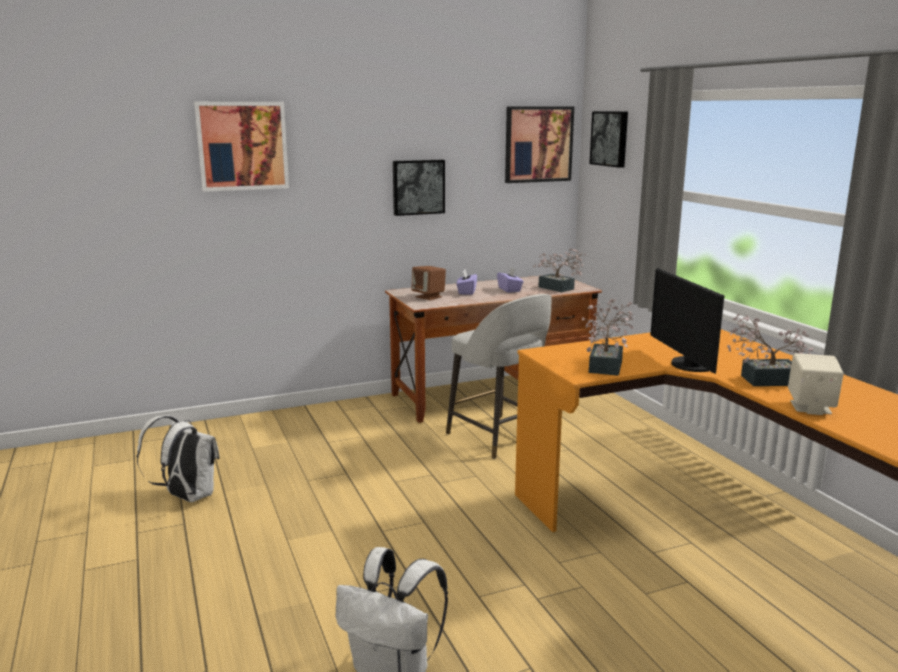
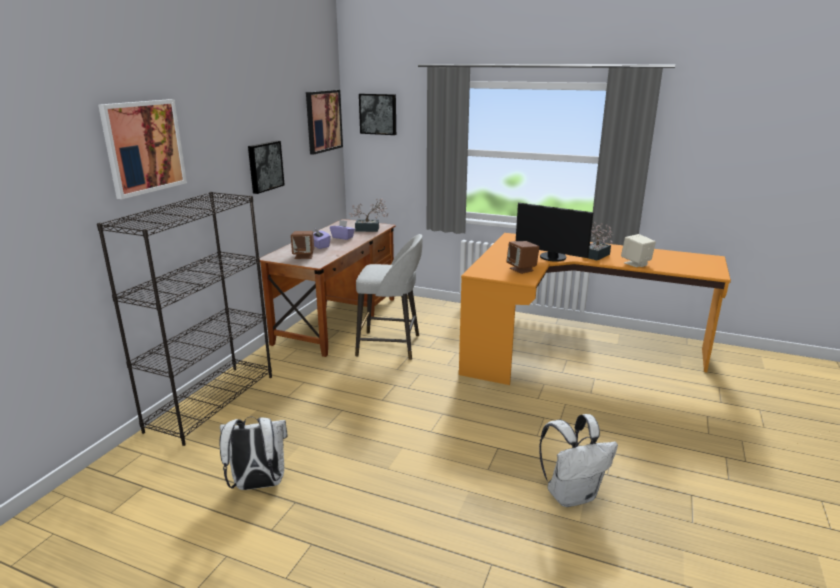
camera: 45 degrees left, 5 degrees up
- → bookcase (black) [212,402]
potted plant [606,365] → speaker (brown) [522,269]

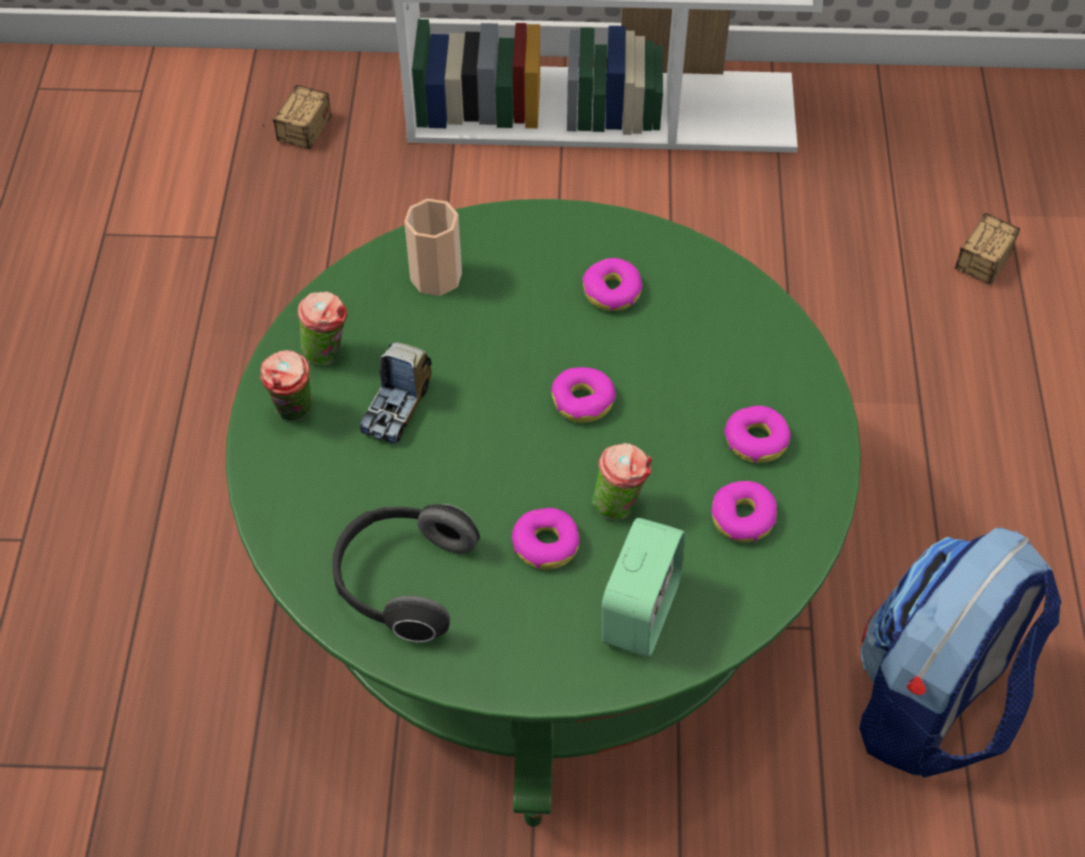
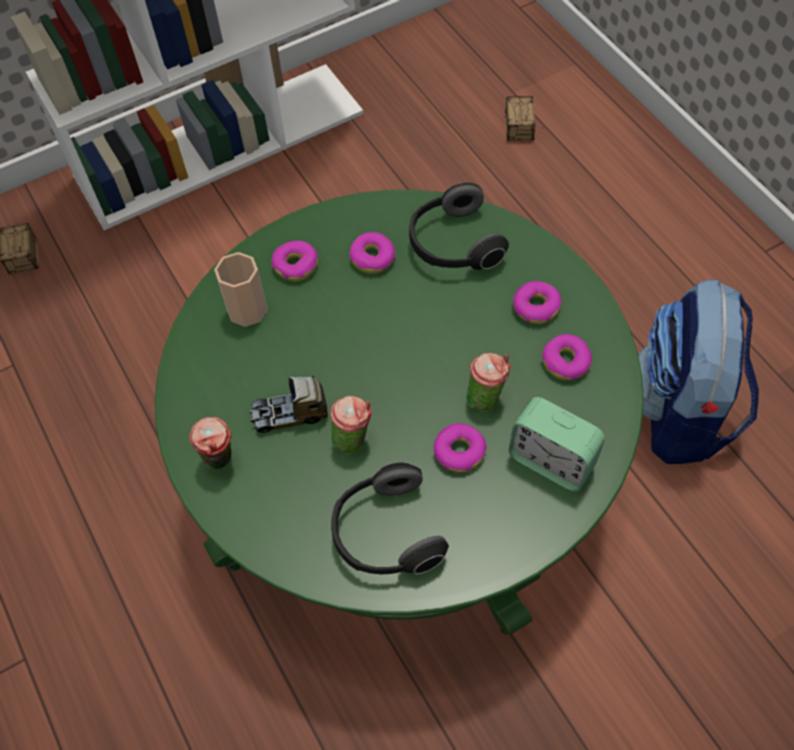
camera: 30 degrees left, 5 degrees up
- → headphones [453,245]
cup [328,354] → cup [353,439], relocated
donut [583,401] → donut [296,265], relocated
toy truck [398,407] → toy truck [290,415], 90 degrees clockwise
alarm clock [640,612] → alarm clock [551,461], 135 degrees clockwise

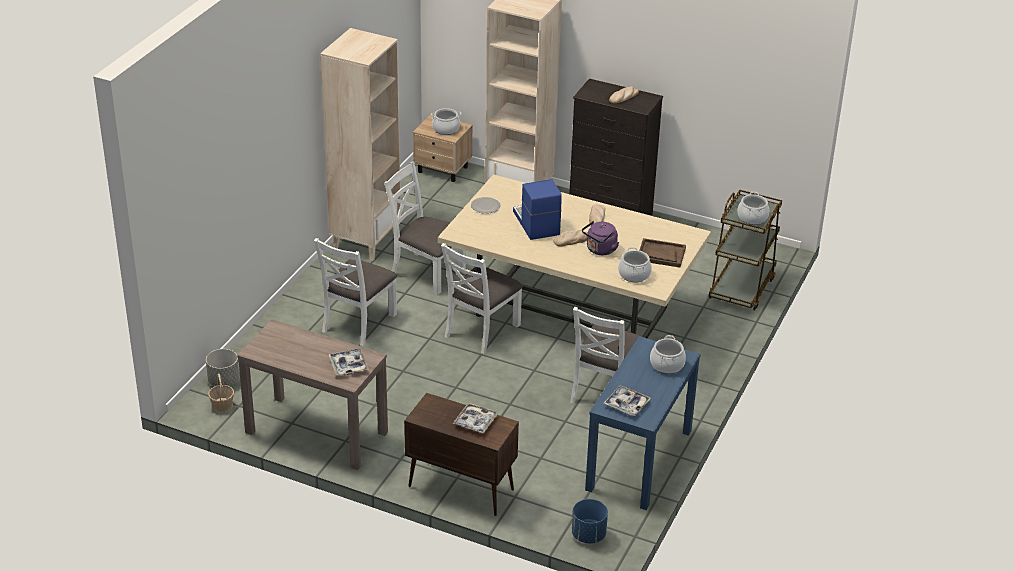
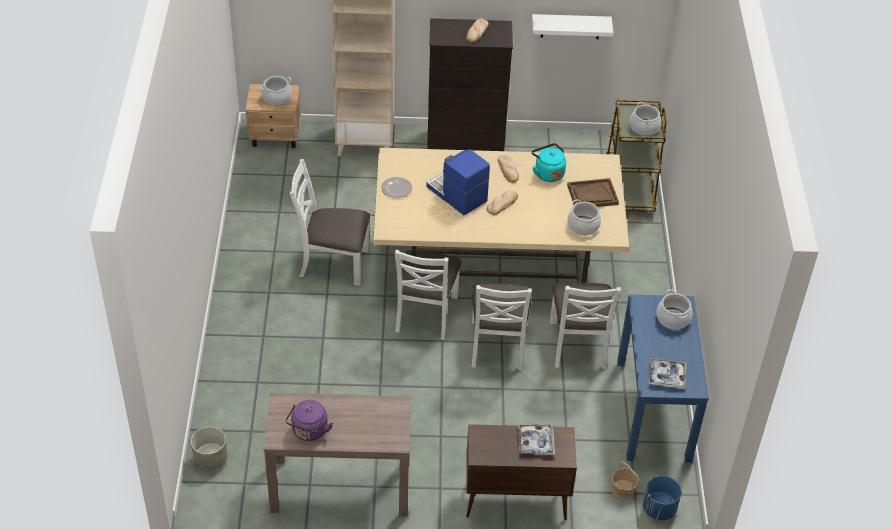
camera: 25 degrees left, 10 degrees up
bookcase (beige) [365,241] → -
tray [348,365] → -
- → kettle (turquoise) [548,173]
- → shelf (white) [570,26]
basket [222,406] → basket [623,489], relocated
chair (white) [358,323] → chair (white) [498,345], relocated
kettle (purple) [600,250] → kettle (purple) [309,432], relocated

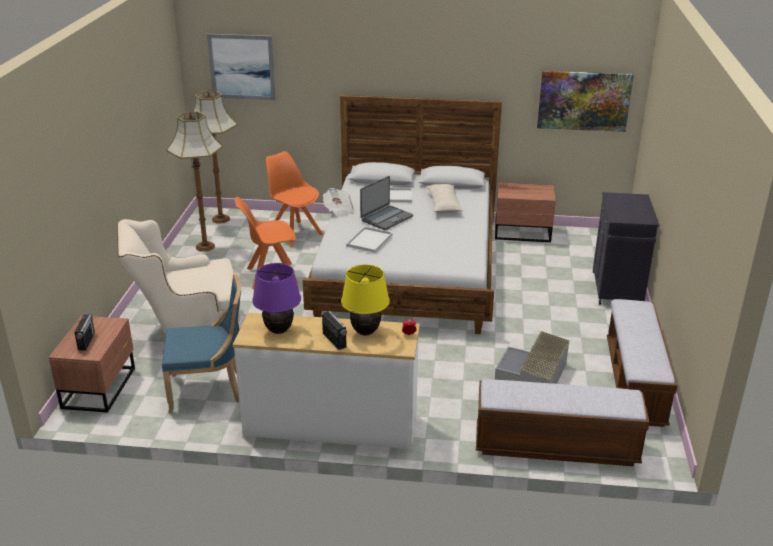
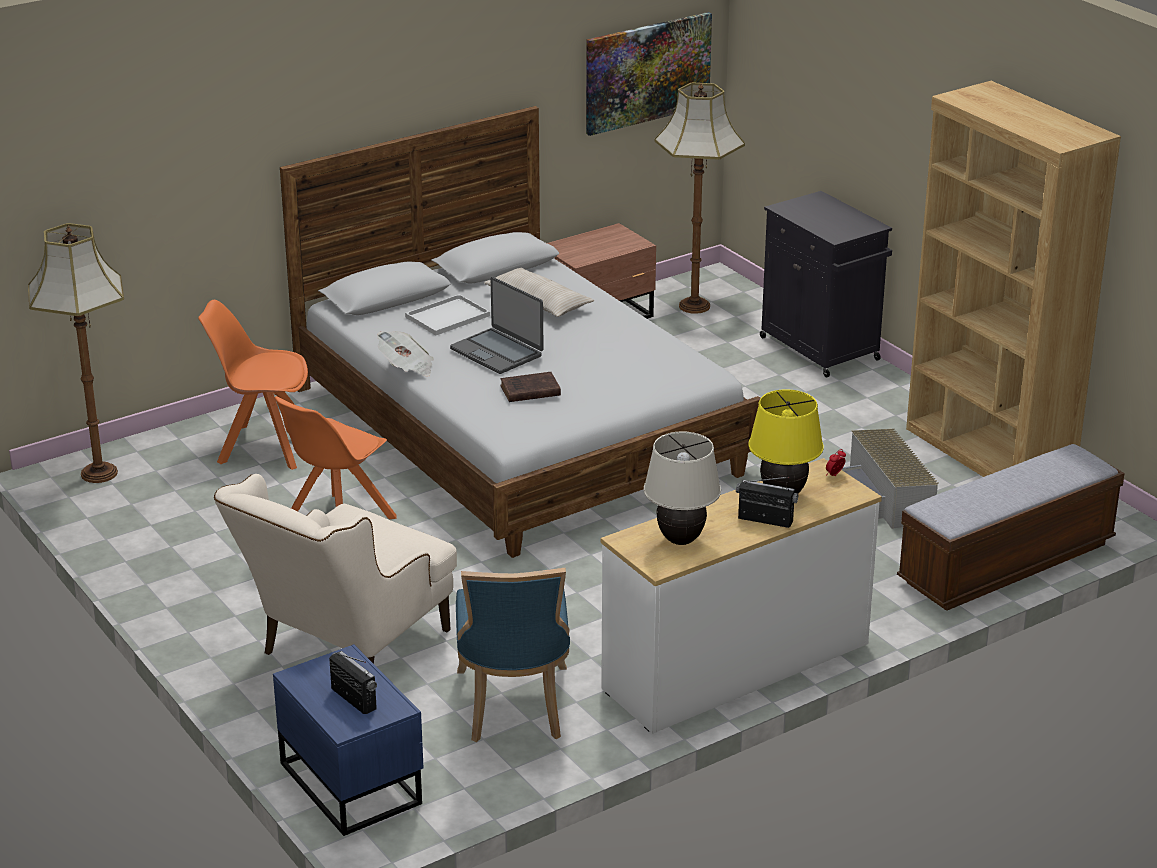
camera: 40 degrees left, 0 degrees up
picture [242,67] → -
floor lamp [206,247] → floor lamp [695,306], relocated
tray (white) [369,240] → book (brown) [528,391]
bench [634,382] → bookcase (brown) [988,454]
nightstand (brown) [101,387] → nightstand (blue) [352,781]
table lamp (purple) [278,330] → table lamp (beige) [680,540]
chair (blue) [209,390] → chair (blue) [514,707], 135 degrees clockwise
laptop [386,218] → laptop [497,352], 135 degrees clockwise

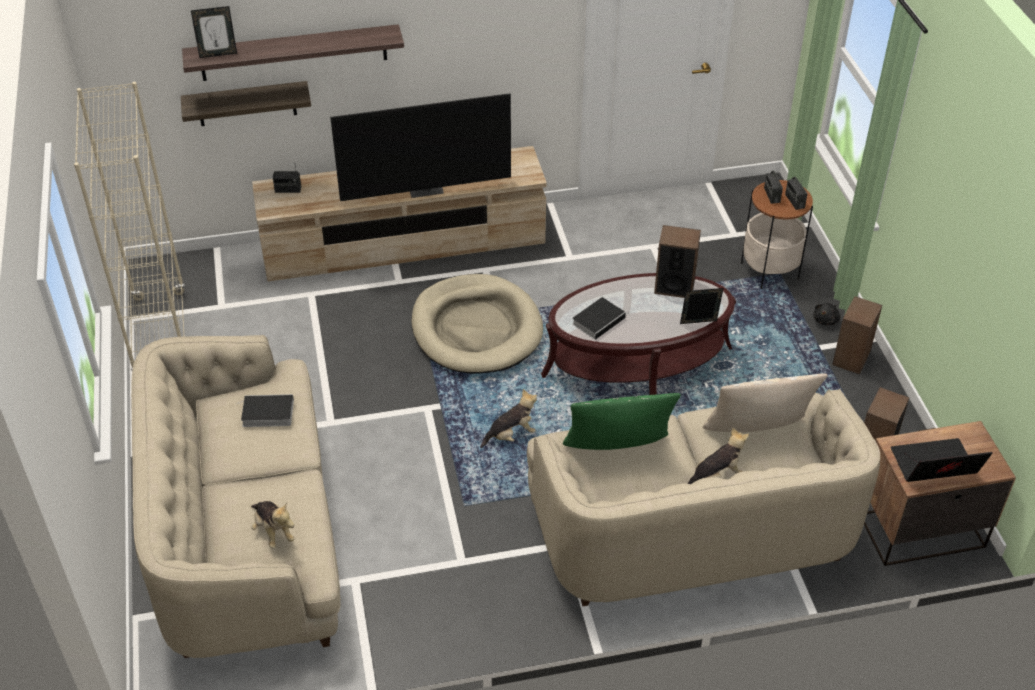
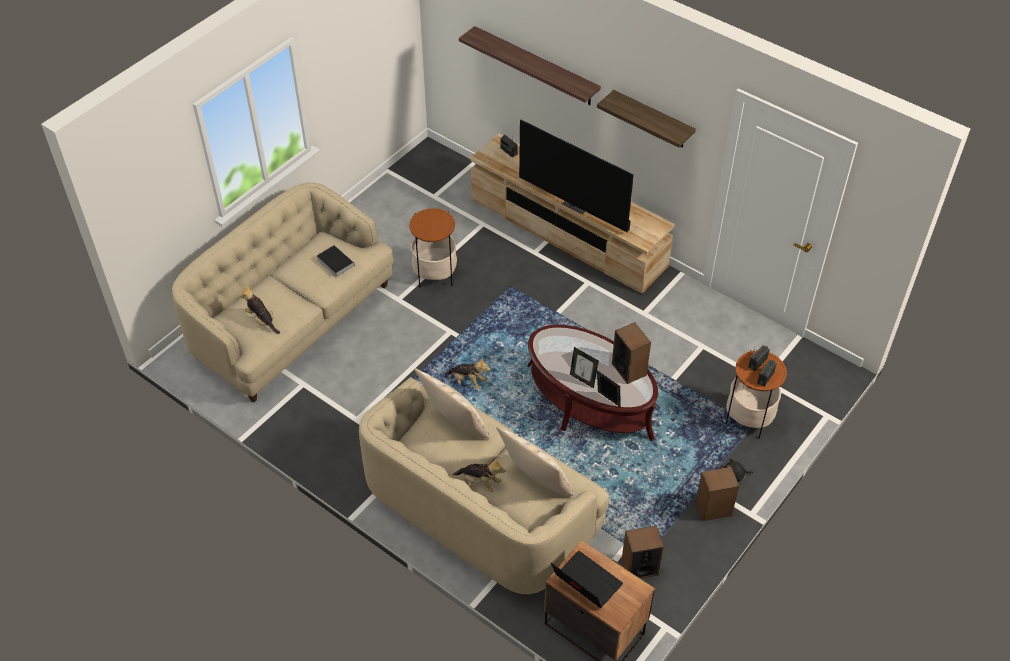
camera: 50 degrees right, 5 degrees up
bookcase (beige) [160,334] → -
dog bed (beige) [476,329] → -
book [599,320] → -
- → side table [435,274]
shelf [246,104] → shelf [652,120], relocated
picture frame [218,54] → picture frame [583,379], relocated
pillow (green) [617,450] → pillow (beige) [455,423]
plush toy [273,531] → plush toy [262,320], 120 degrees clockwise

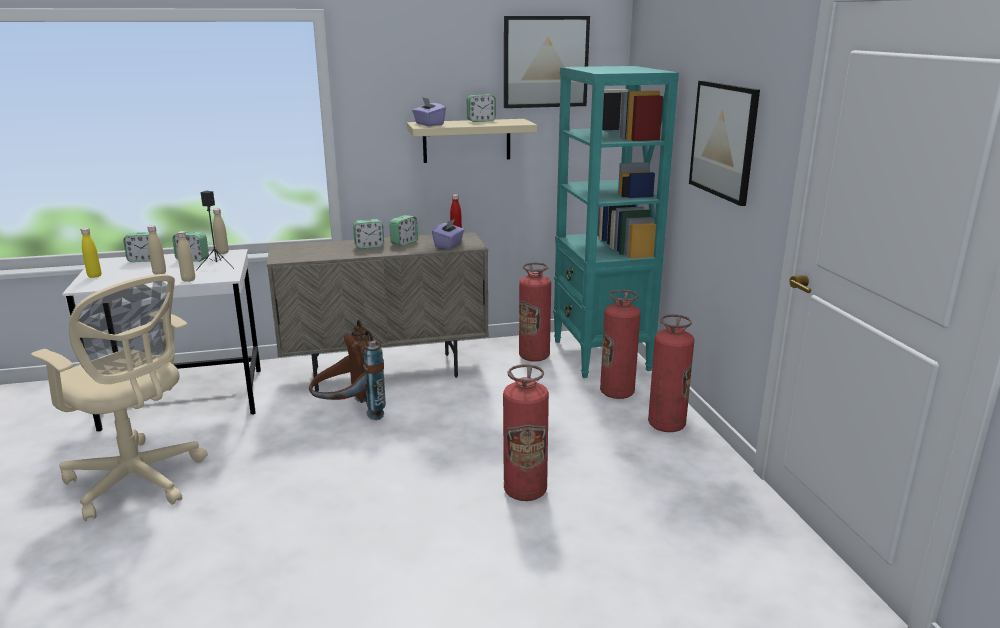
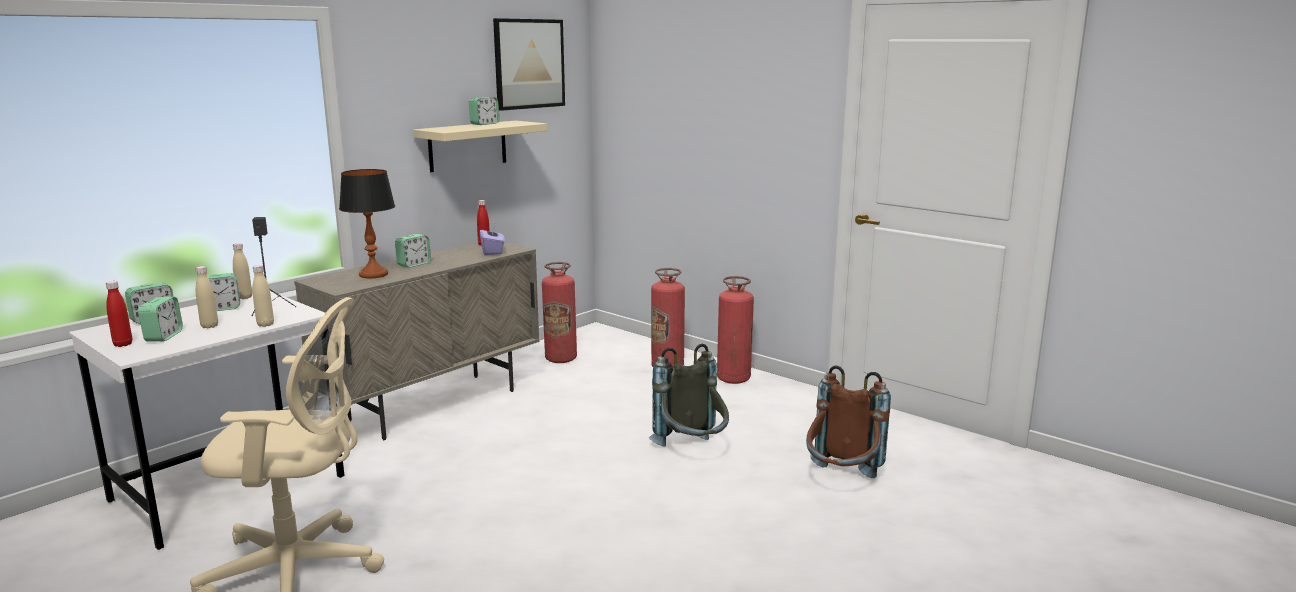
camera: 35 degrees left, 5 degrees down
tissue box (purple) [429,124] → -
bookcase (turquoise) [601,356] → -
picture [723,140] → -
- → table lamp [374,274]
backpack (brown) [349,414] → backpack (brown) [841,481], relocated
alarm clock [404,242] → alarm clock [163,336], relocated
fire extinguisher [525,491] → backpack (grey) [692,451]
bottle (yellow) [94,276] → bottle (red) [123,344]

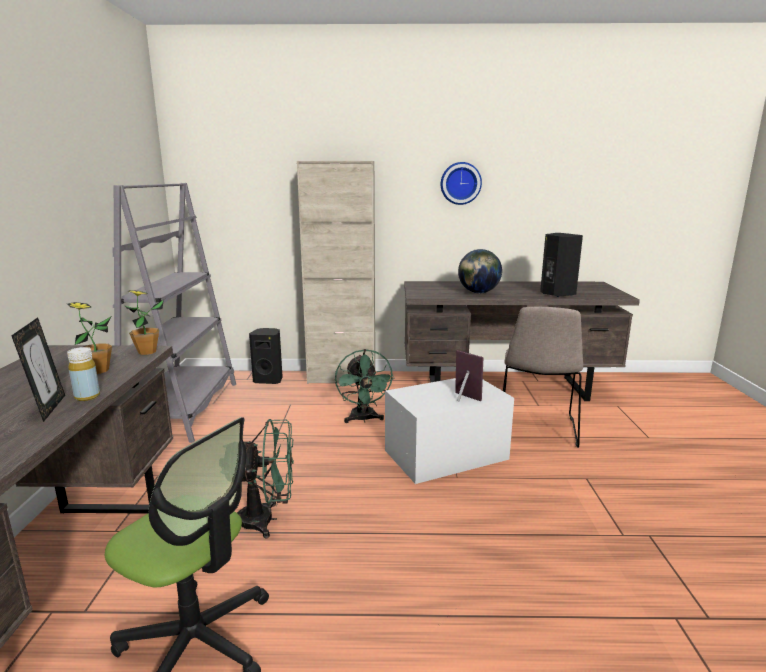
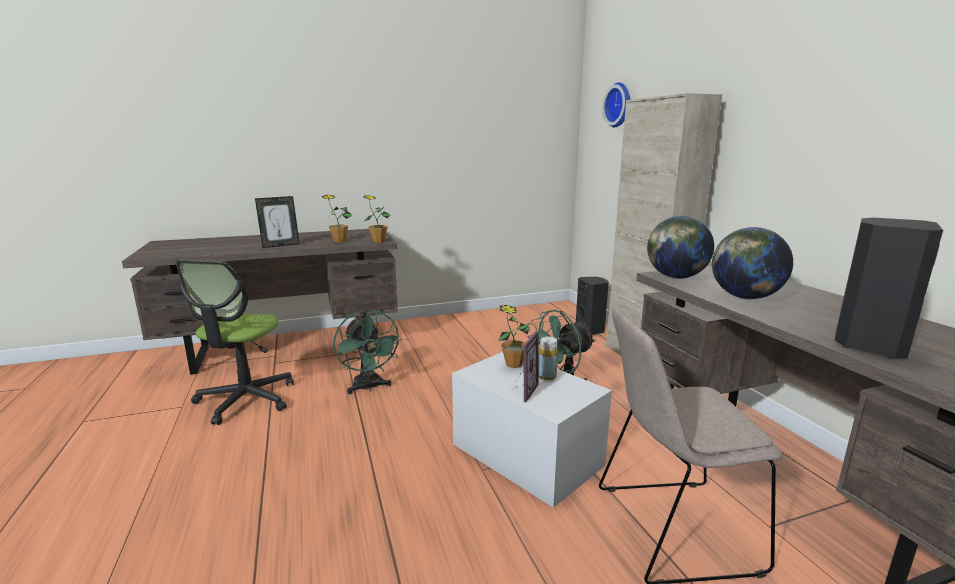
camera: 70 degrees right, 0 degrees up
bookcase (grey) [183,410] → -
- → potted plant [514,364]
- → globe [676,277]
bottle (yellow) [87,397] → bottle (yellow) [547,376], relocated
wall clock [460,183] → wall clock [619,105], relocated

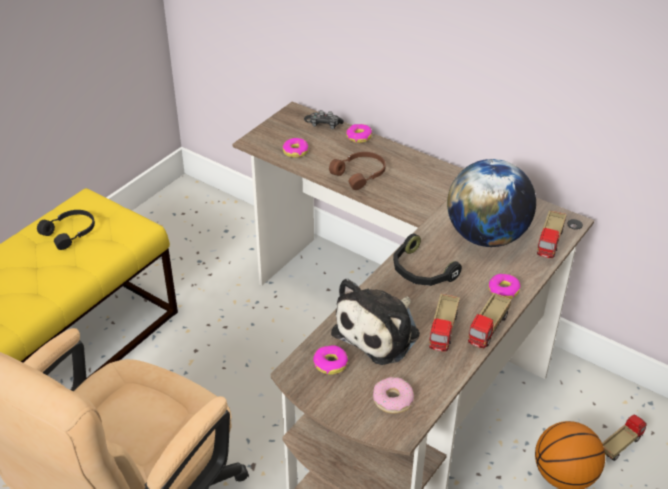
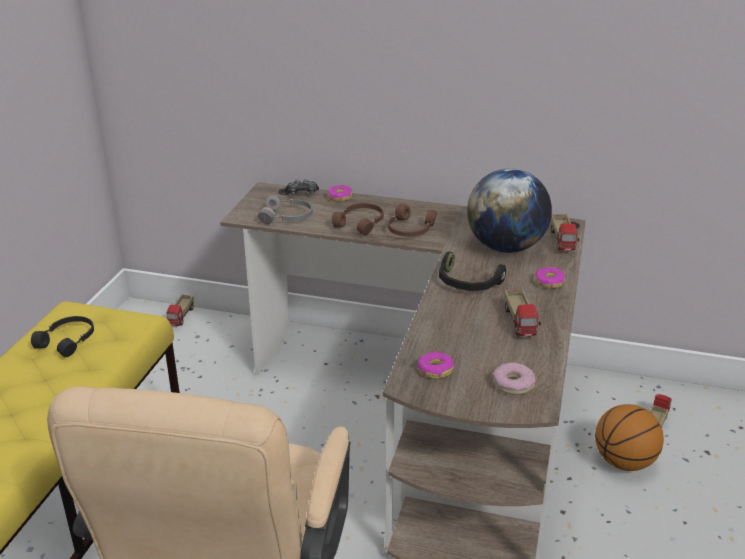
camera: 20 degrees left, 10 degrees down
plush toy [380,332] → -
- → headphones (brown) [409,230]
toy truck [488,329] → toy truck [182,317], relocated
donut [295,151] → headphones (grey) [287,217]

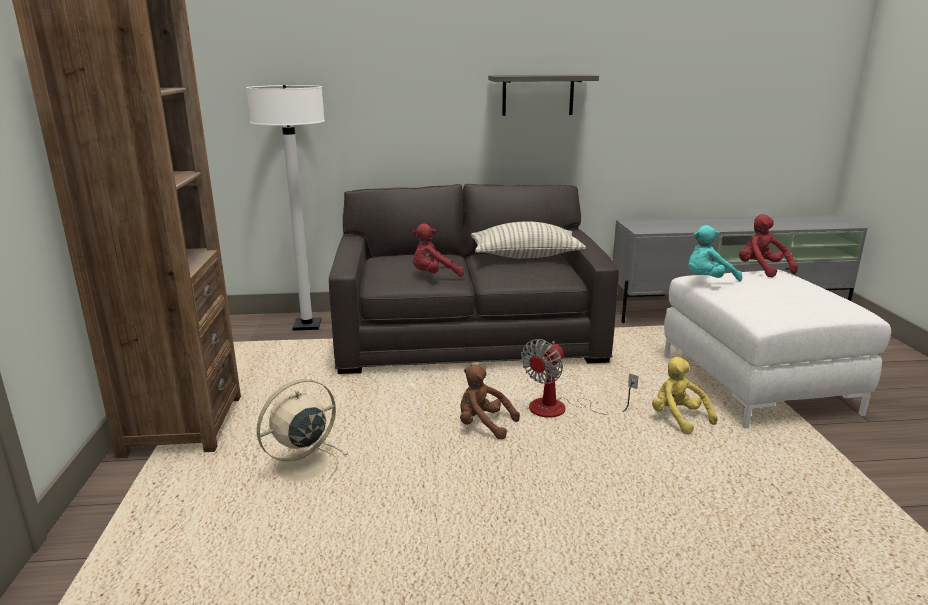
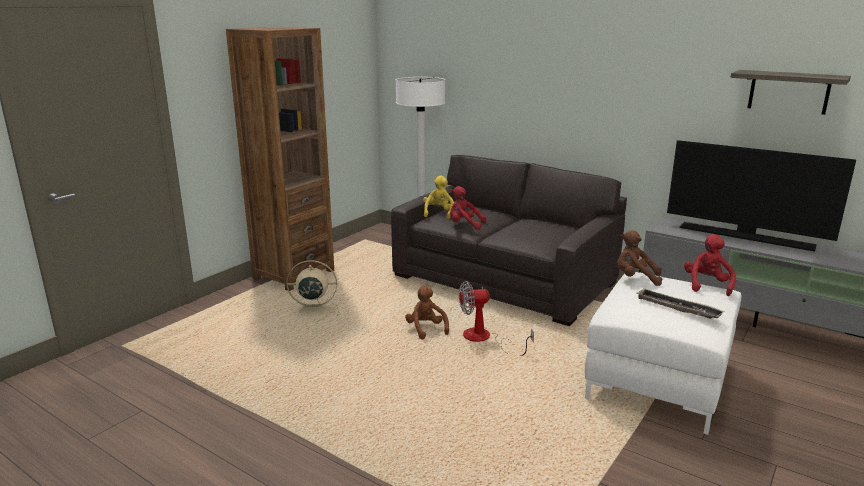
camera: 40 degrees right, 0 degrees up
pillow [525,256] → -
- → tray [677,308]
- → television [746,236]
shelf [538,95] → shelf [788,92], relocated
plush toy (yellow) [678,418] → plush toy (yellow) [438,213], relocated
plush toy (turquoise) [708,280] → plush toy (brown) [635,278]

